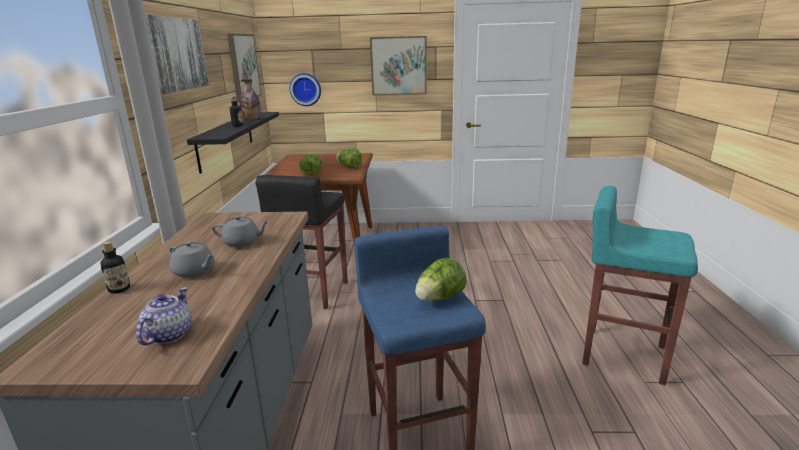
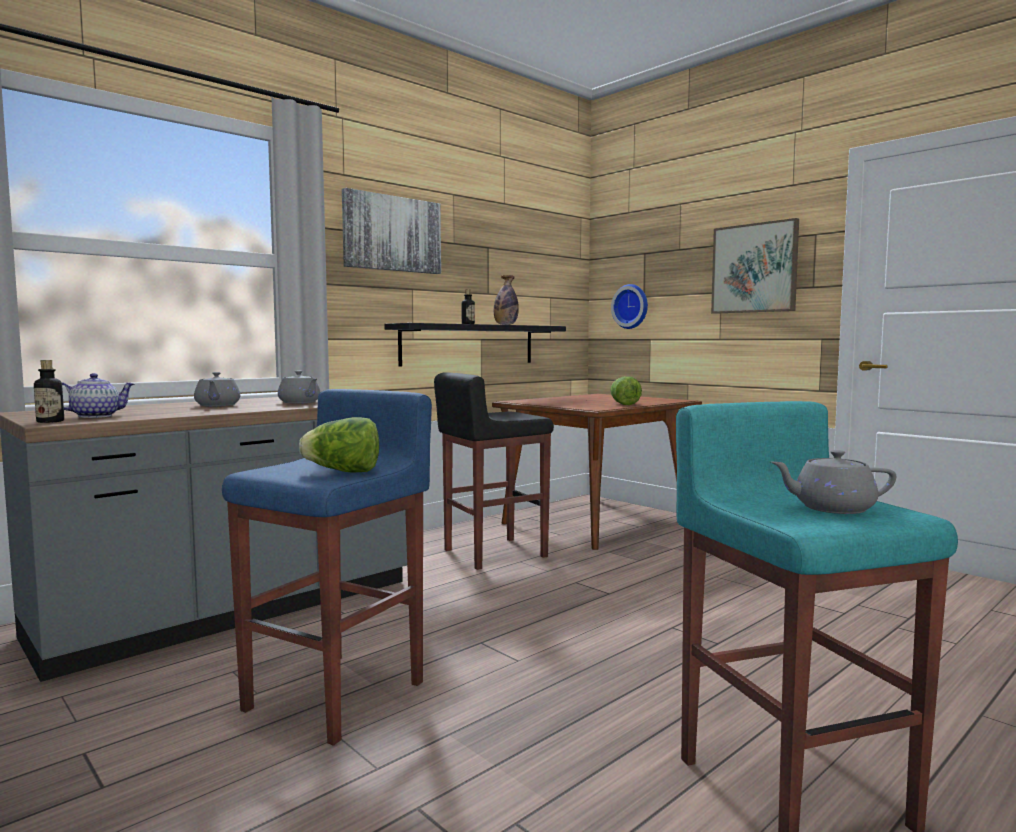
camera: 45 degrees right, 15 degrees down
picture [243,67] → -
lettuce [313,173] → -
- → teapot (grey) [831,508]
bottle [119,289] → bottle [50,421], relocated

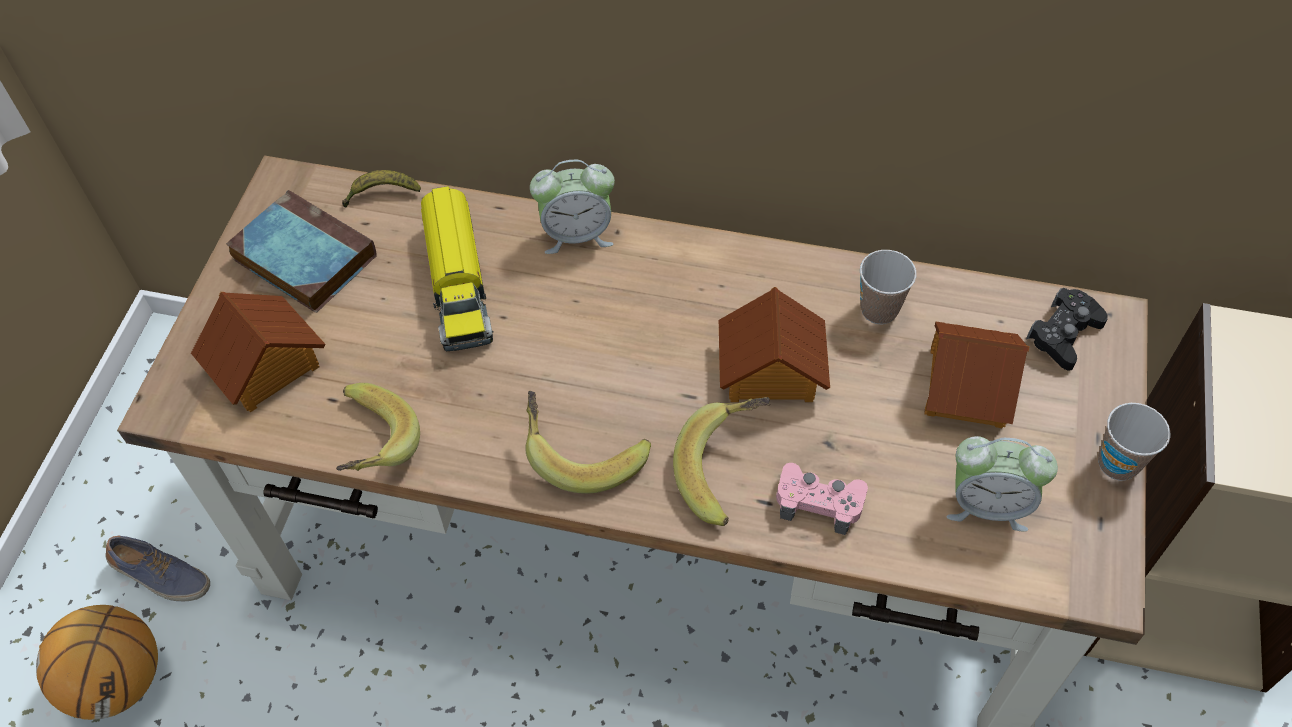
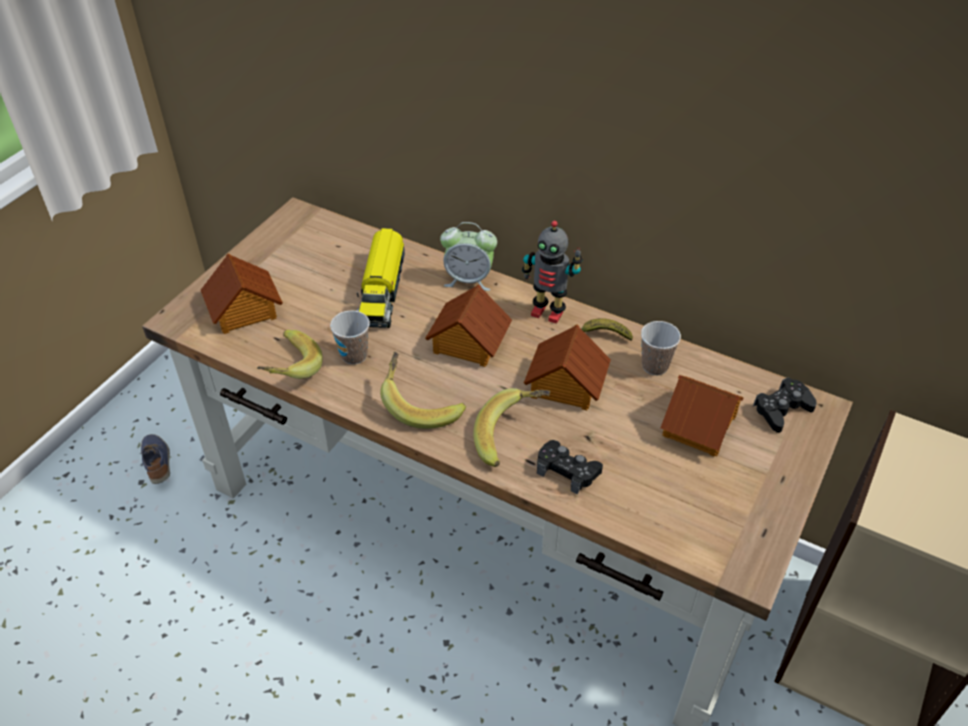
camera: 15 degrees right, 10 degrees down
basketball [119,680] → -
book [302,257] → -
alarm clock [987,505] → -
- → toy house [468,343]
- → toy robot [548,312]
banana [381,194] → banana [602,336], relocated
cup [1117,463] → cup [354,355], relocated
game controller (pink) [819,502] → game controller (black) [567,470]
shoe [161,577] → shoe [158,463], 150 degrees counterclockwise

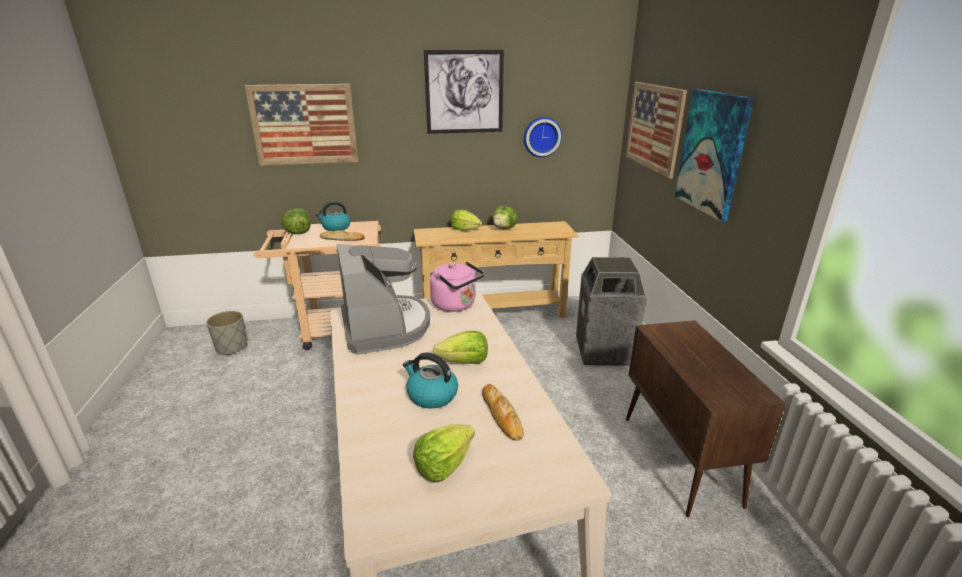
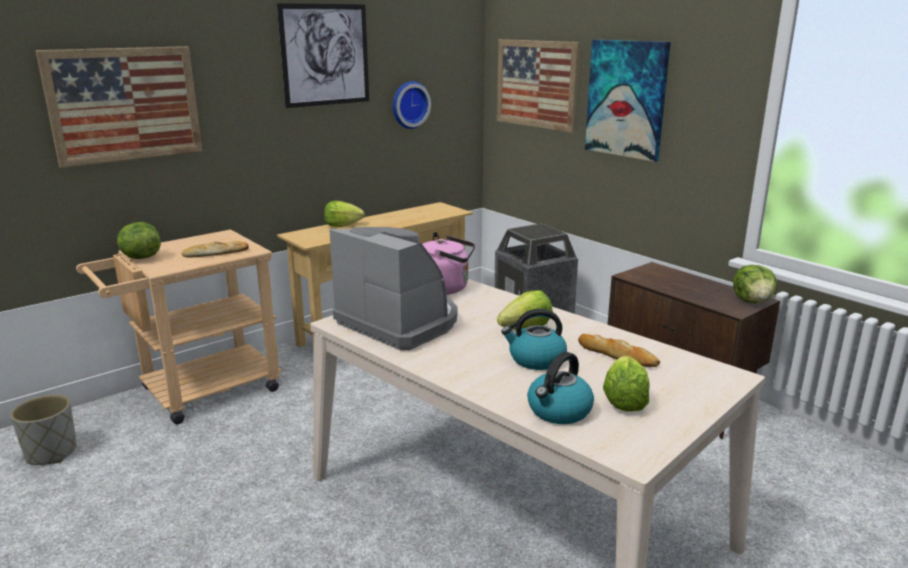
camera: 30 degrees left, 5 degrees down
kettle [336,228] → kettle [559,411], relocated
lettuce [504,228] → lettuce [753,301], relocated

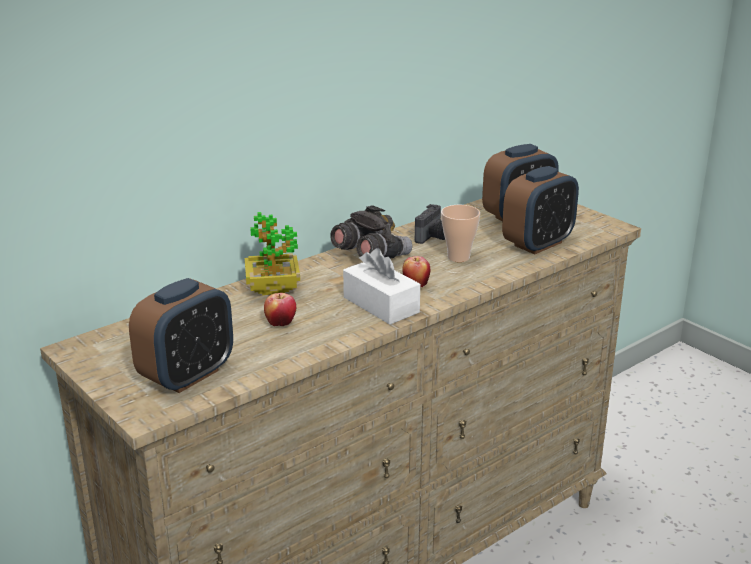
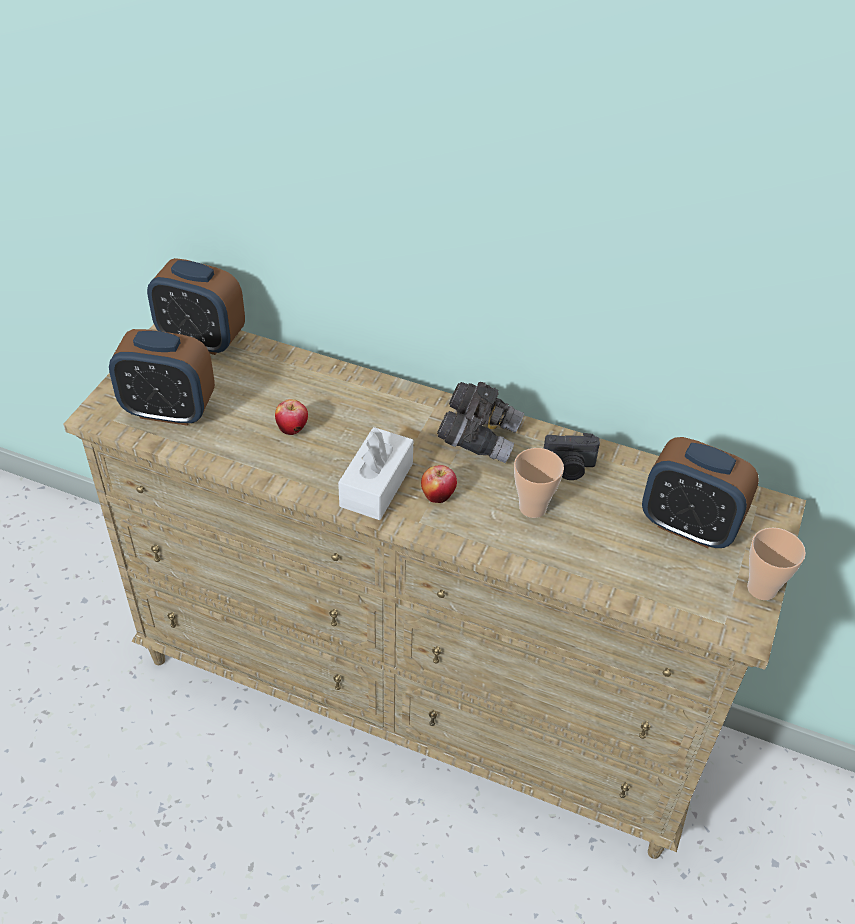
camera: 60 degrees right, 20 degrees up
potted plant [273,289] → -
- → cup [761,588]
alarm clock [538,244] → alarm clock [201,340], relocated

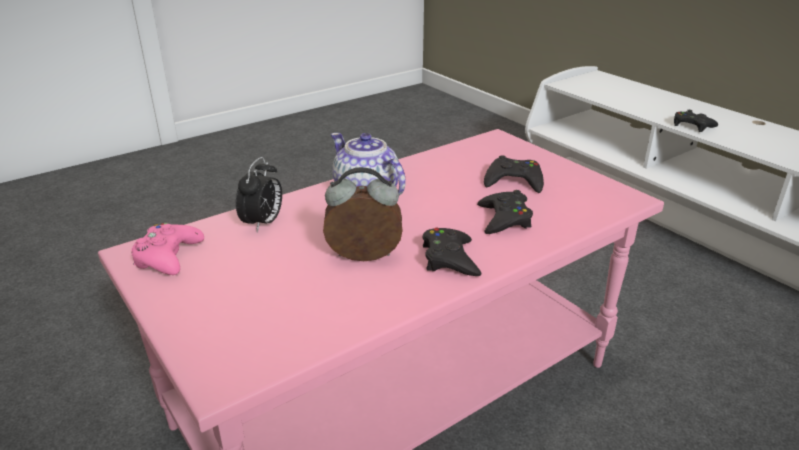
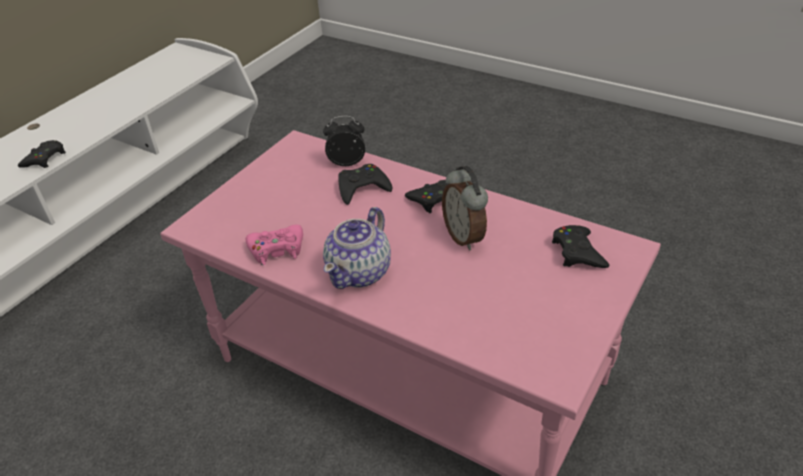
camera: 110 degrees left, 10 degrees up
game controller (pink) [168,257] → game controller (pink) [277,250], relocated
alarm clock [263,223] → alarm clock [347,162], relocated
game controller (black) [514,181] → game controller (black) [578,252], relocated

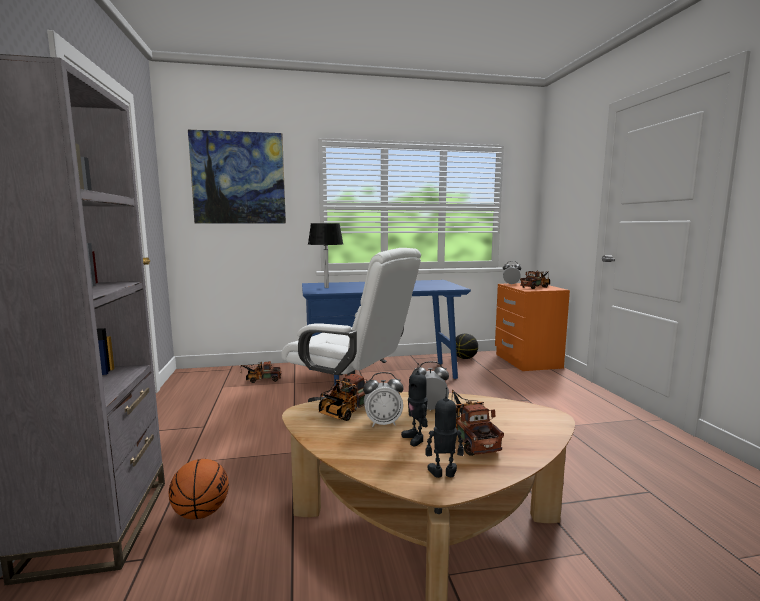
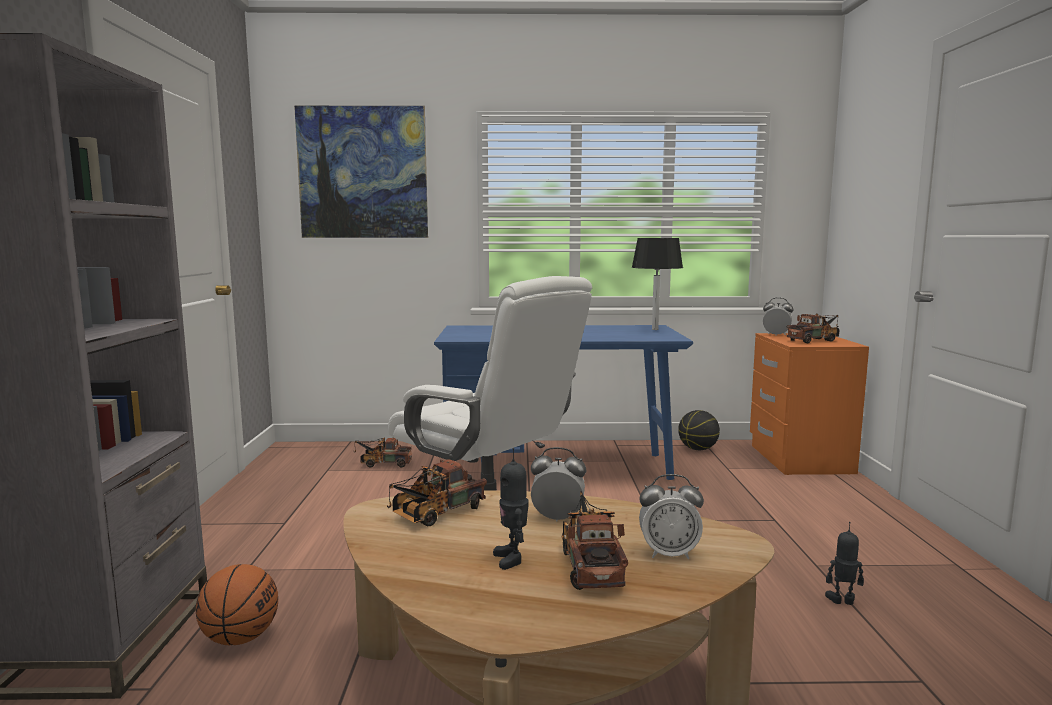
camera: 10 degrees right, 0 degrees up
table lamp (black) [326,287] → table lamp (black) [655,329], relocated
alarm clock [383,423] → alarm clock [669,553], relocated
toy robot [443,474] → toy robot [842,601], relocated

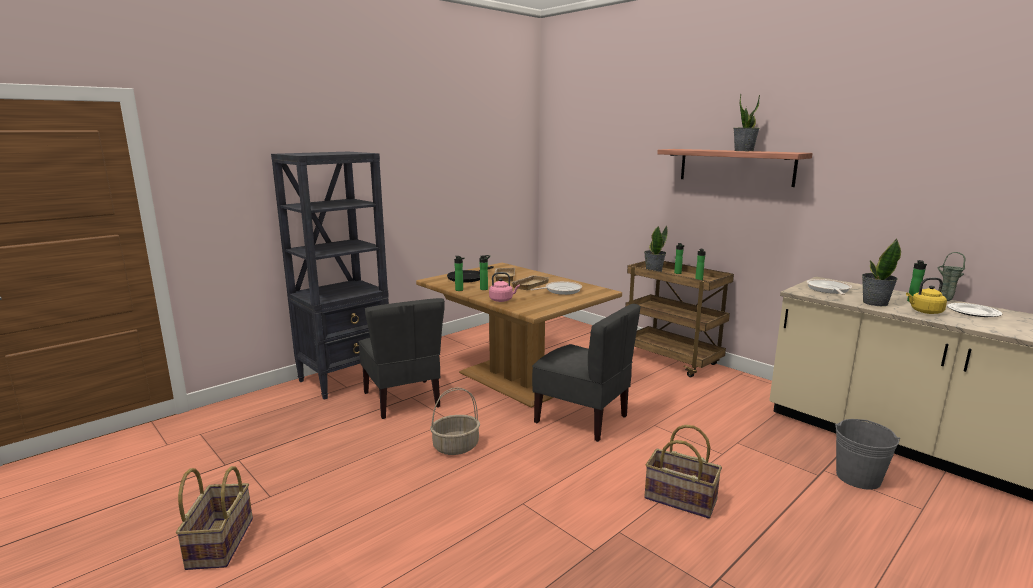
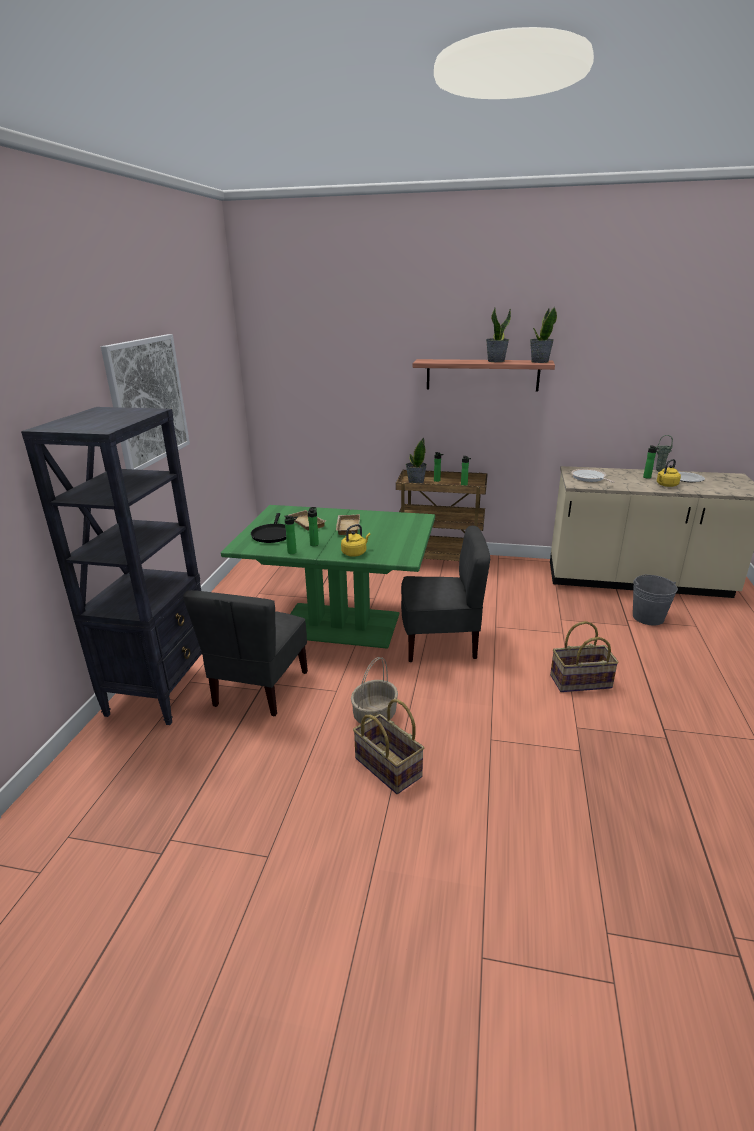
camera: 35 degrees left, 10 degrees up
frying pan [561,290] → -
- → picture [148,401]
basket [219,543] → basket [387,768], relocated
potted plant [874,303] → potted plant [539,361], relocated
dining table (brown) [515,380] → dining table (green) [339,626]
kettle (pink) [502,300] → kettle (yellow) [355,553]
chair (grey) [403,399] → chair (grey) [259,689], 75 degrees clockwise

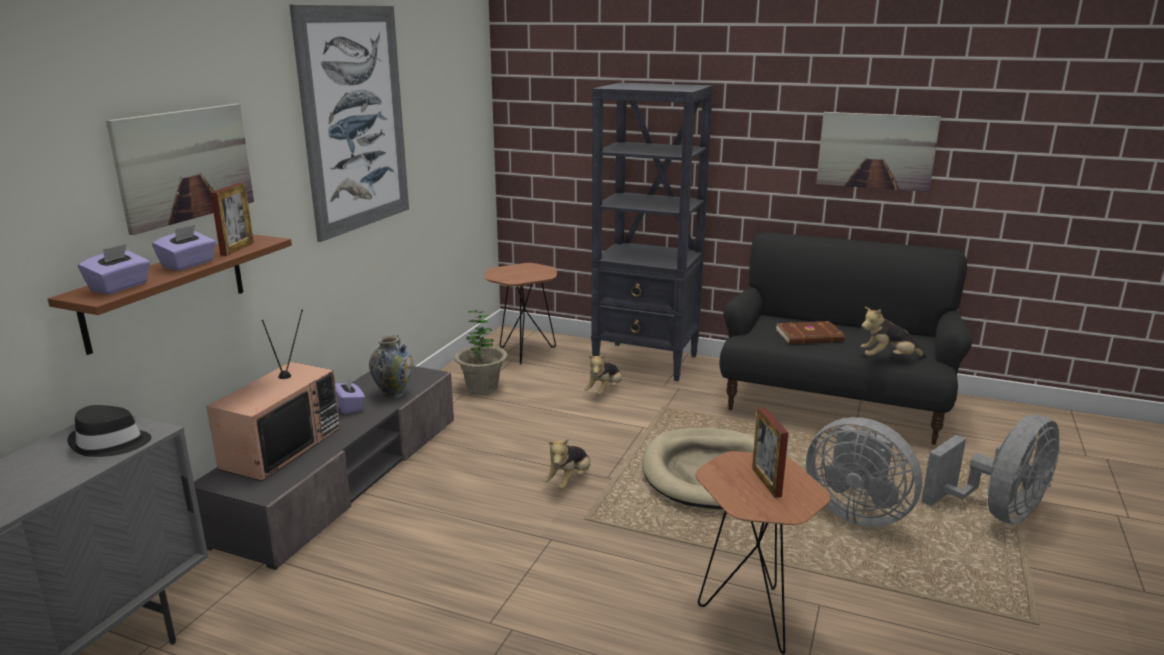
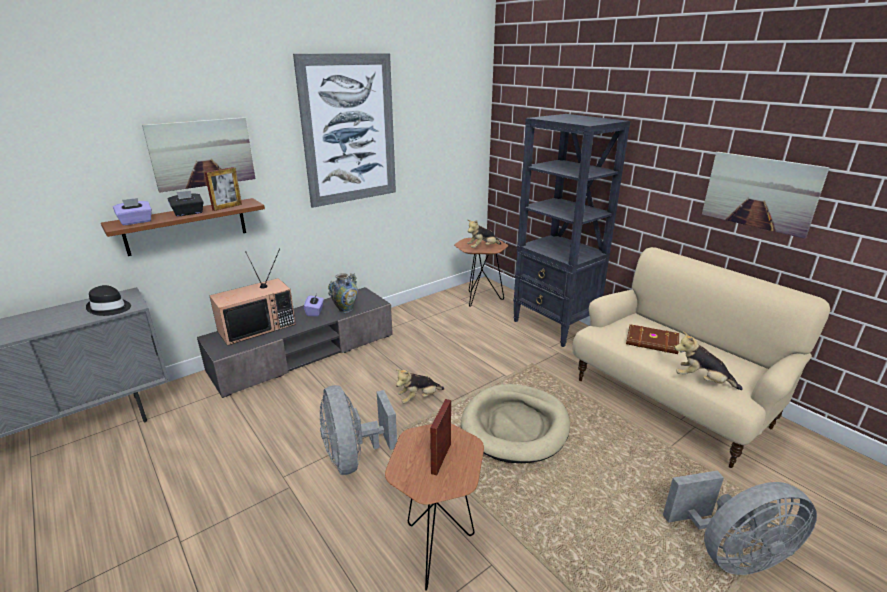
camera: 30 degrees right, 5 degrees up
potted plant [482,387] → -
plush toy [604,391] → plush toy [482,248], relocated
fan (grey) [856,512] → fan (grey) [354,457], relocated
tissue box (purple) [188,264] → tissue box (black) [188,213]
sofa (black) [833,404] → sofa (beige) [671,401]

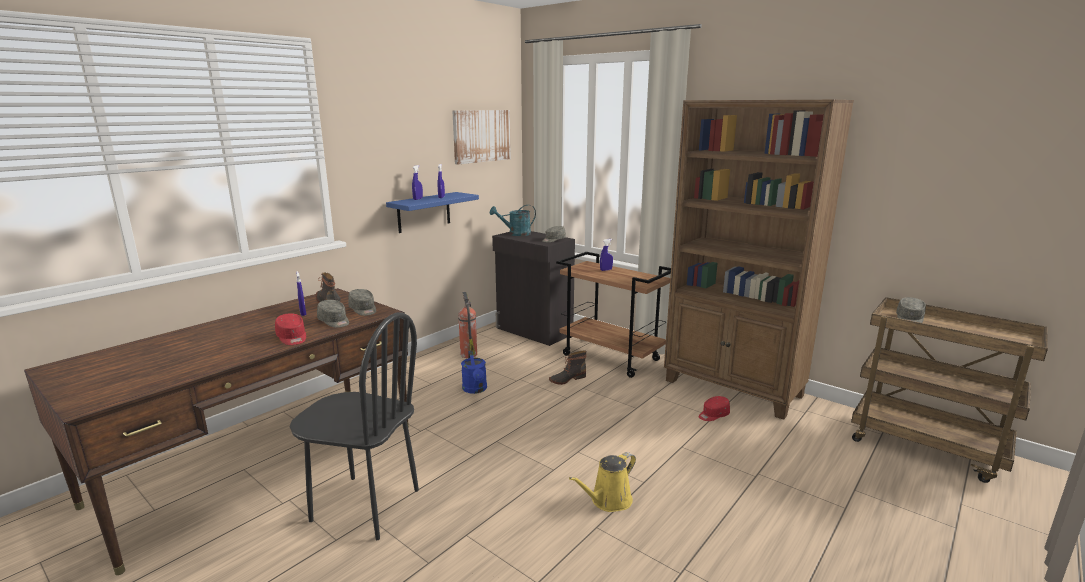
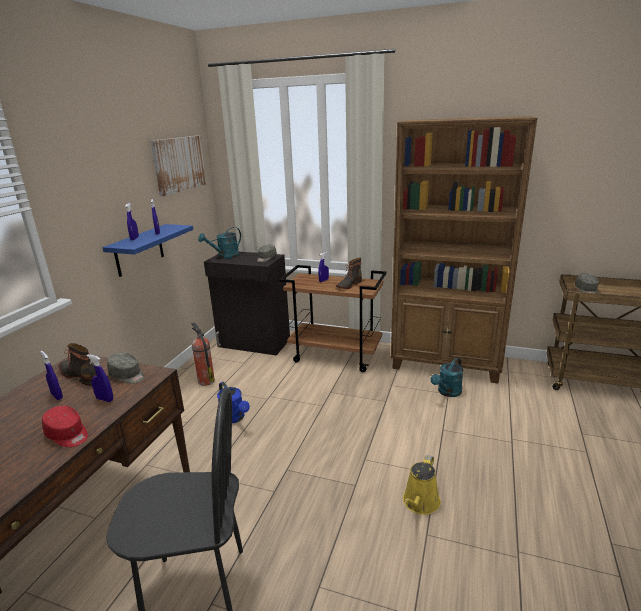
camera: 20 degrees left, 5 degrees up
boot [567,379] → boot [348,285], relocated
cap (grey) [334,321] → spray bottle (blue) [105,399]
cap (red) [713,415] → watering can (turquoise) [447,392]

